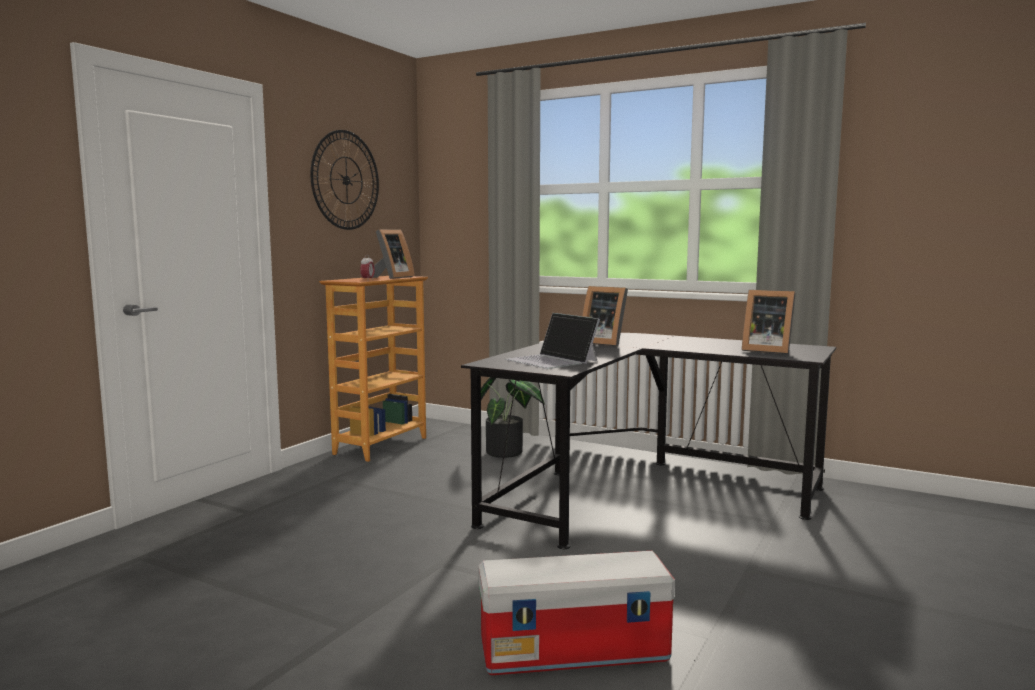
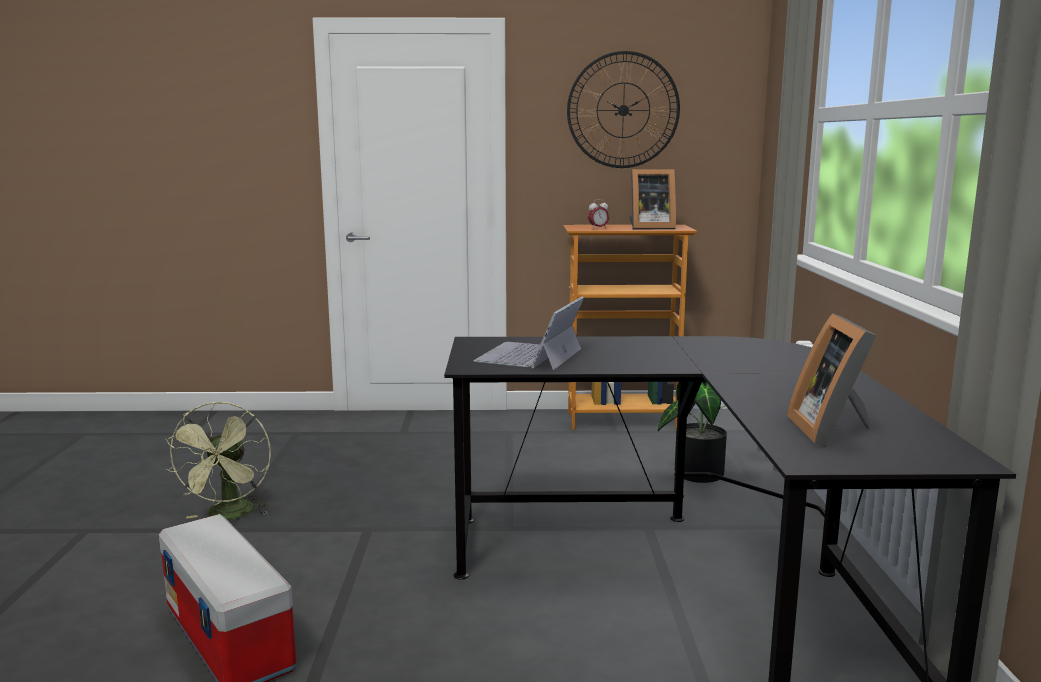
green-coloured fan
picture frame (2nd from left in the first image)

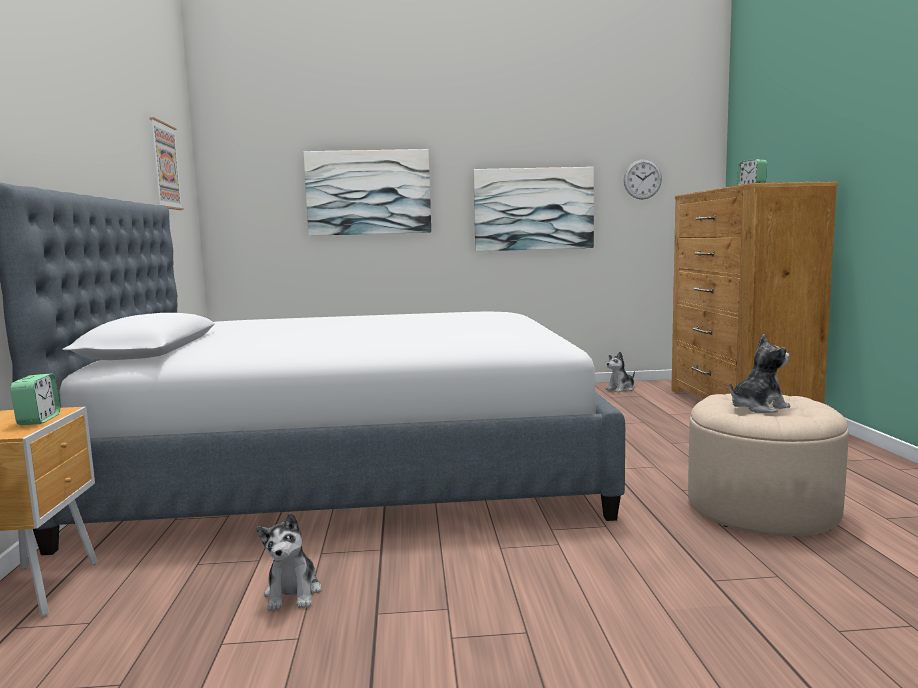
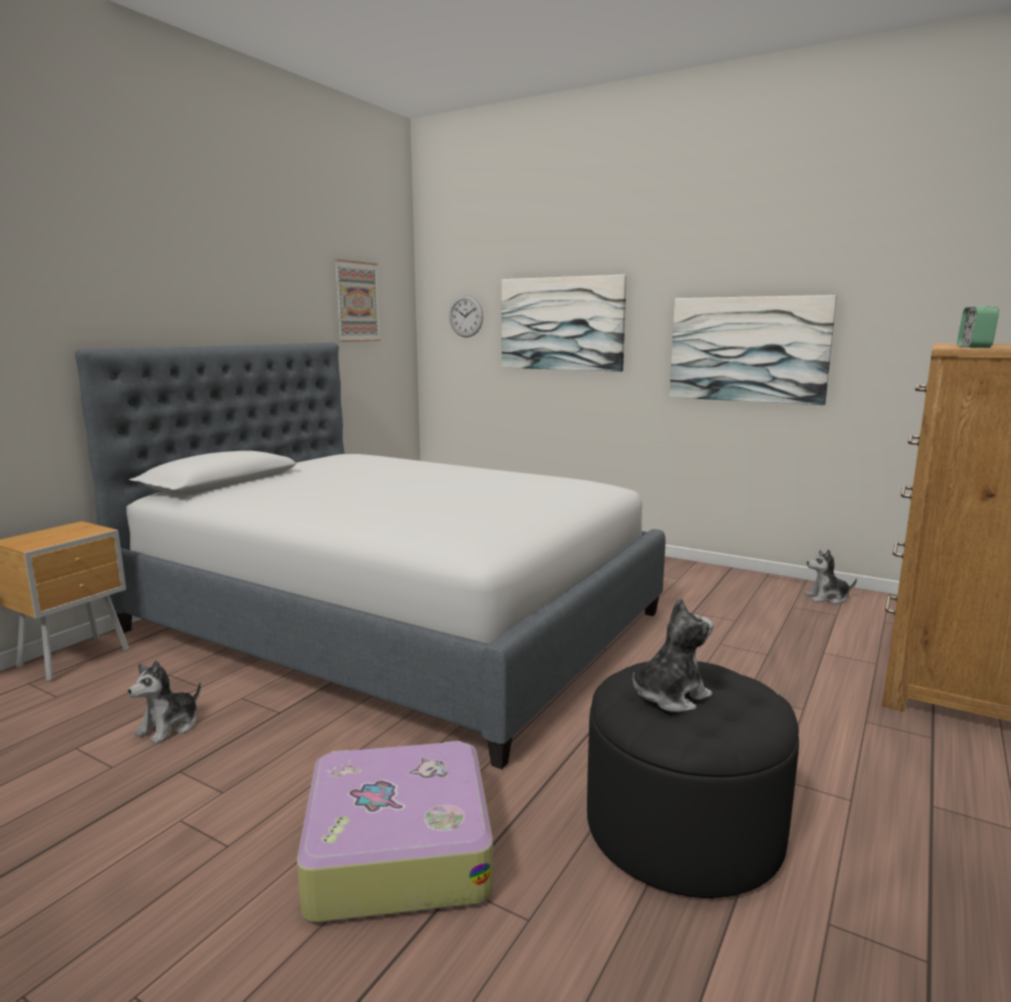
piece of luggage
hanging clock
black-coloured ottoman
cuddly toy (2nd from left)
table clock (1st from left in the first image)

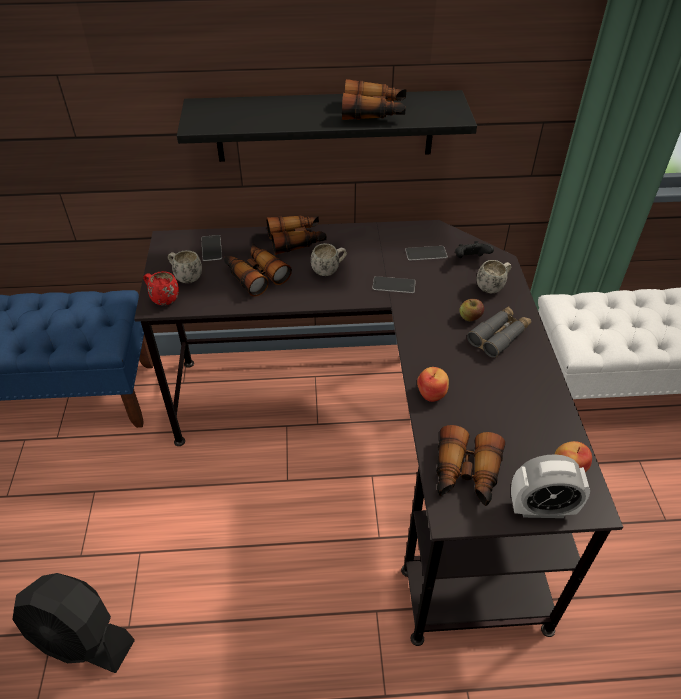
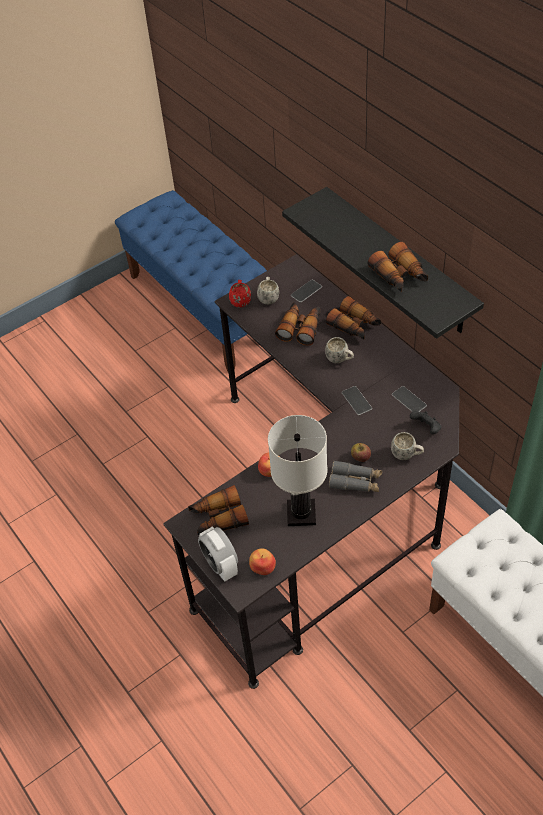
white tabletop lamp
black-coloured fan

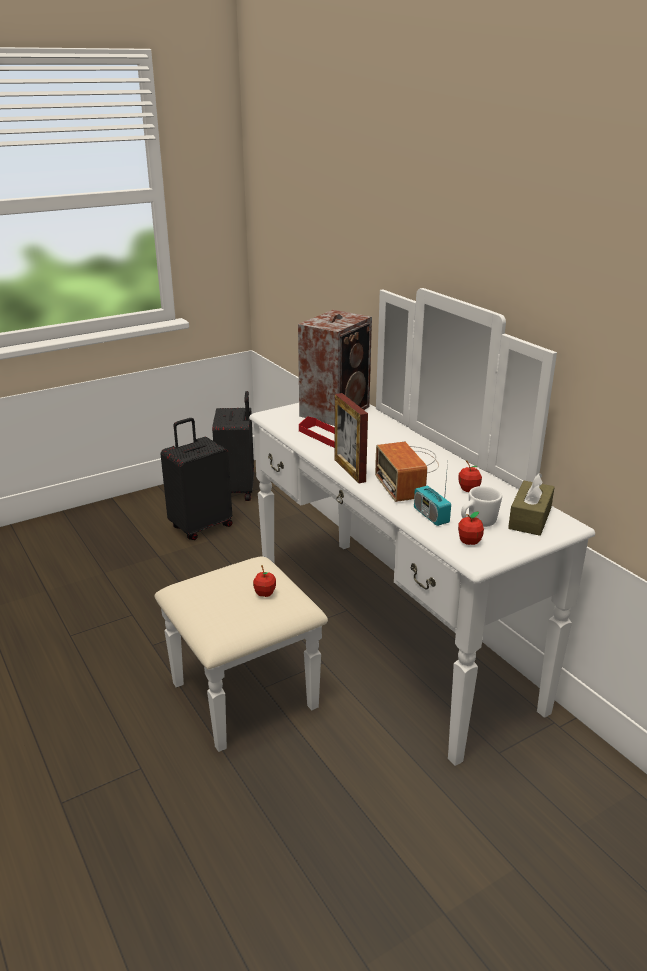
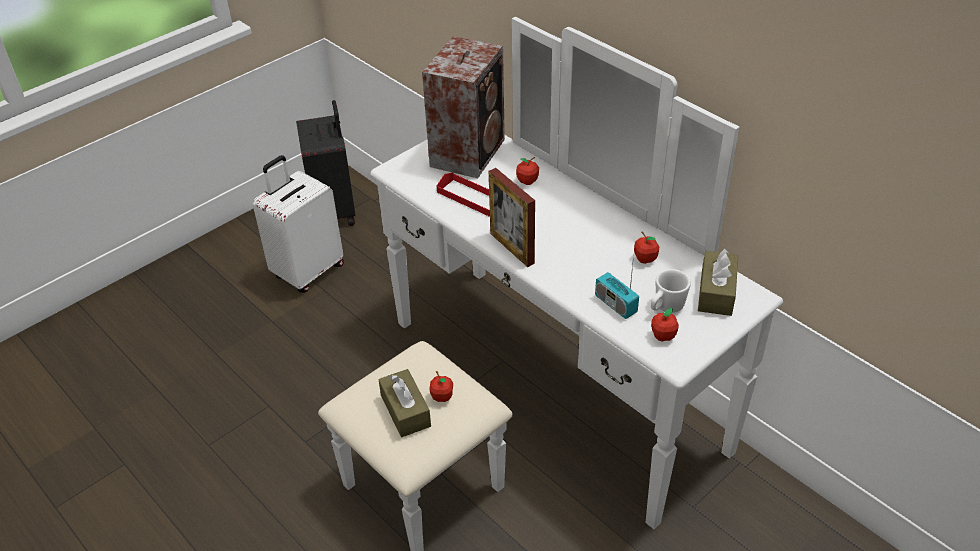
white piece of luggage
brown box of tissues (1st from left)
apple fruit (2nd from left)
radio (1st from left in the first image)

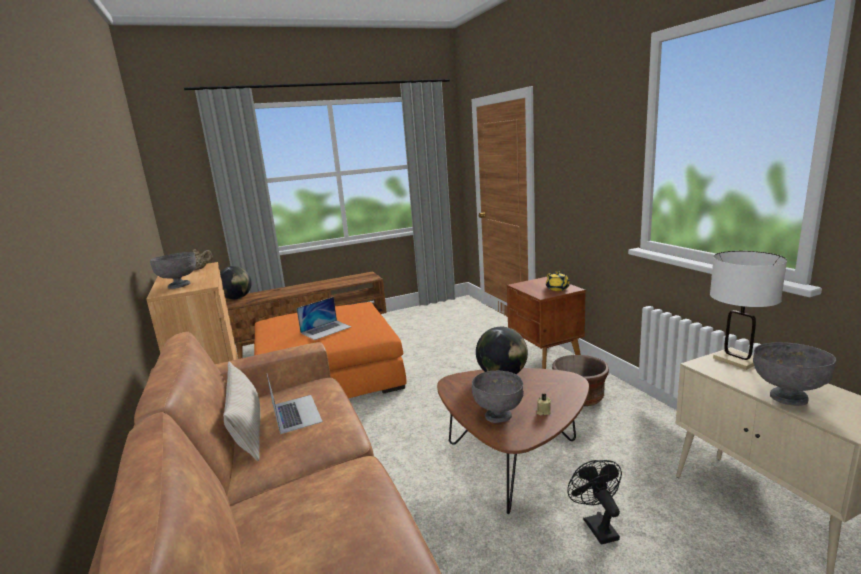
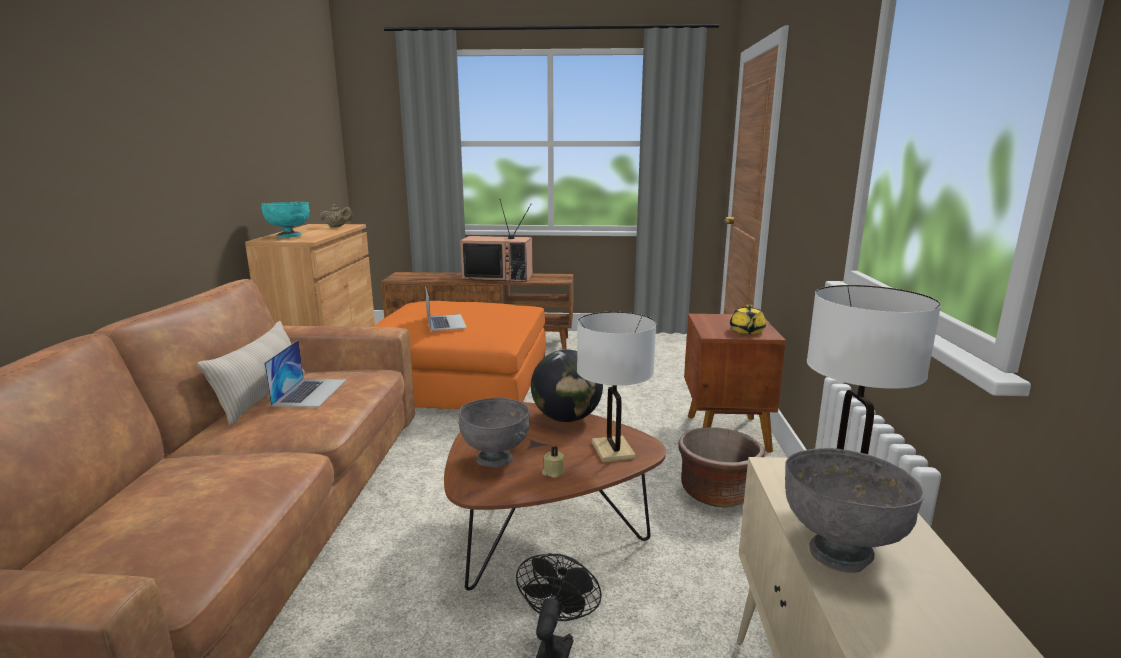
turquoise bowl
portable computer (2nd from left)
TV
white tabletop lamp (1st from left)
world globe (1st from left in the first image)

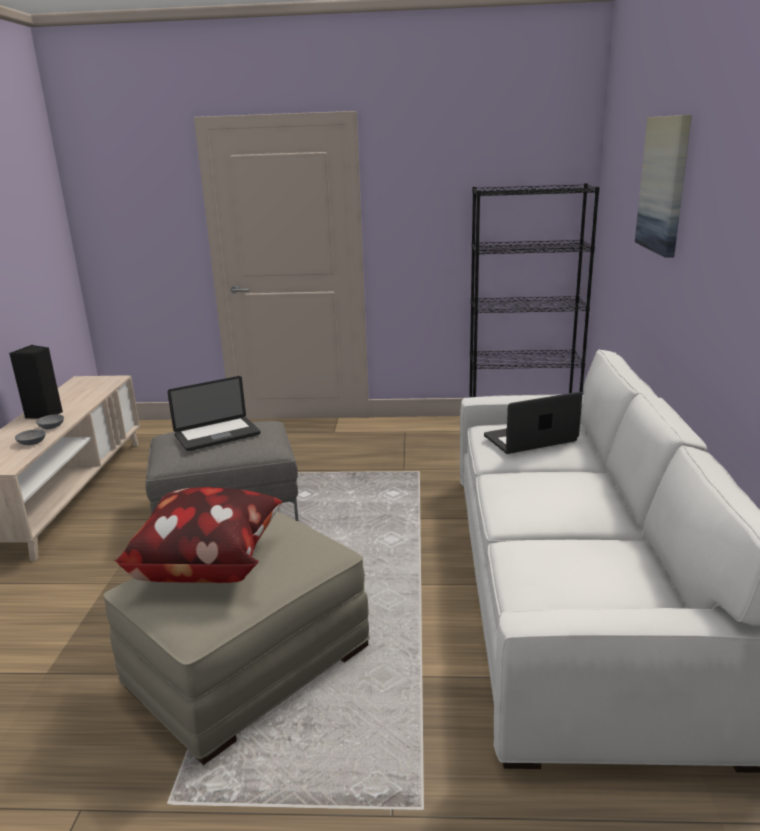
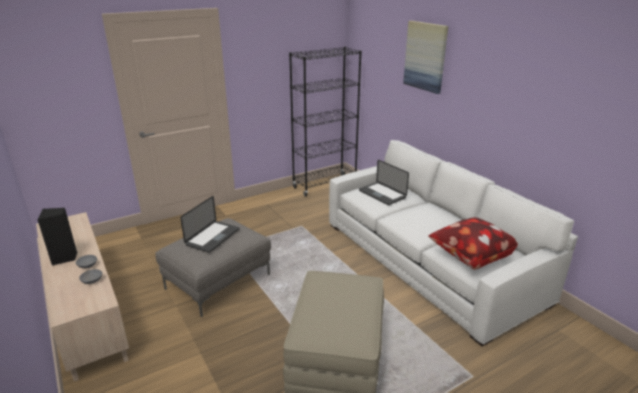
portable computer (2nd from left)
throw pillow

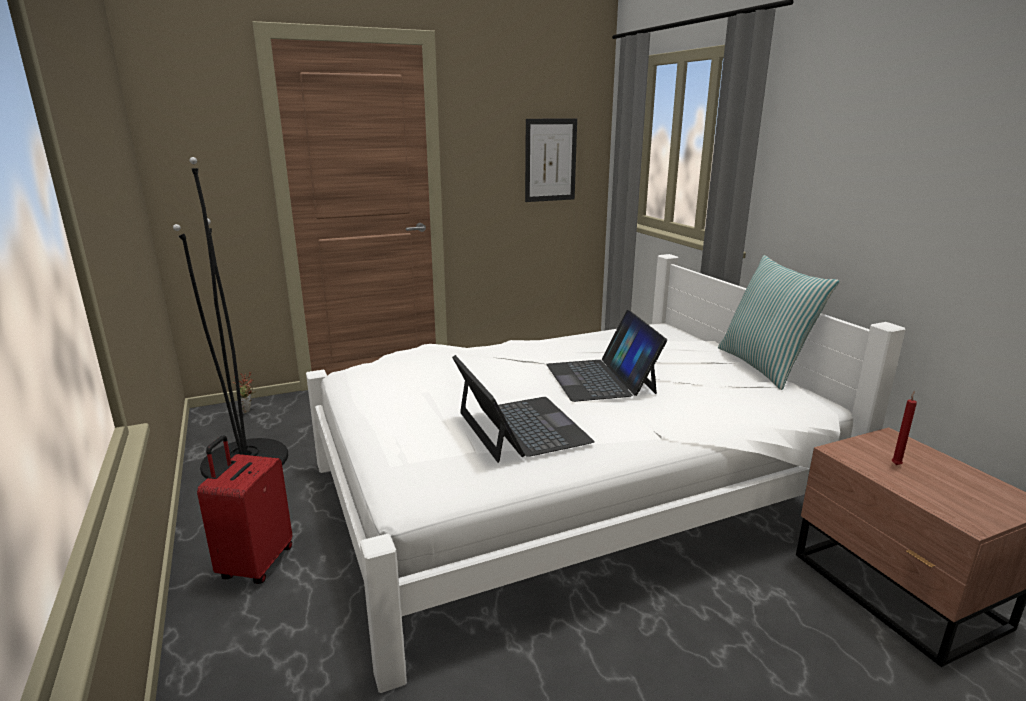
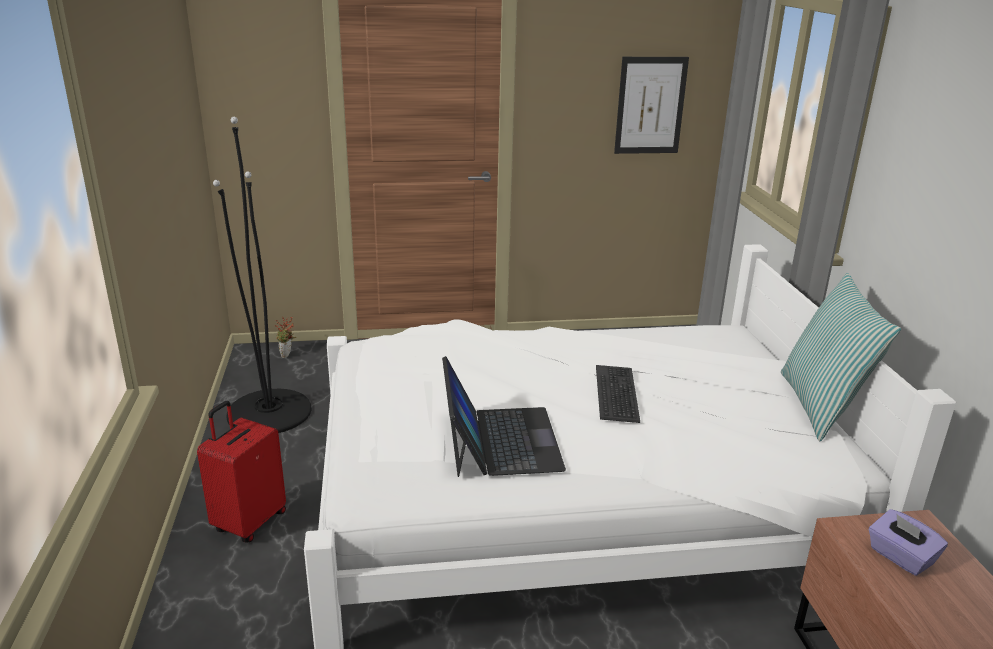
keyboard
purple box of tissues

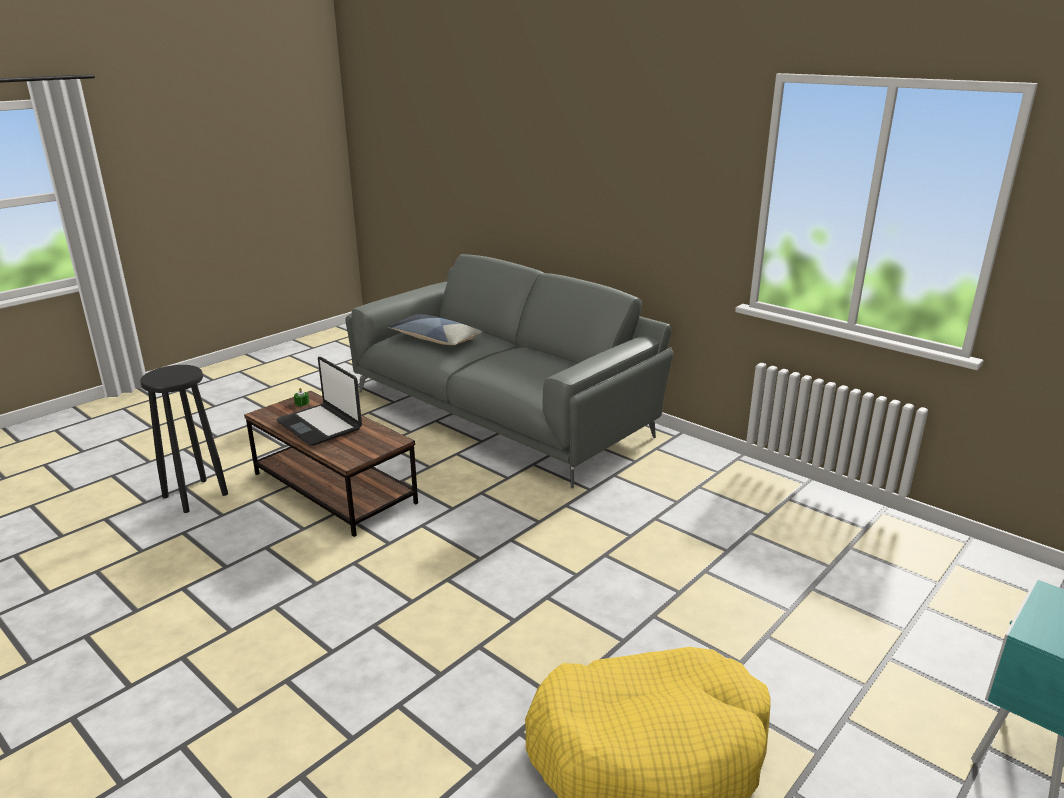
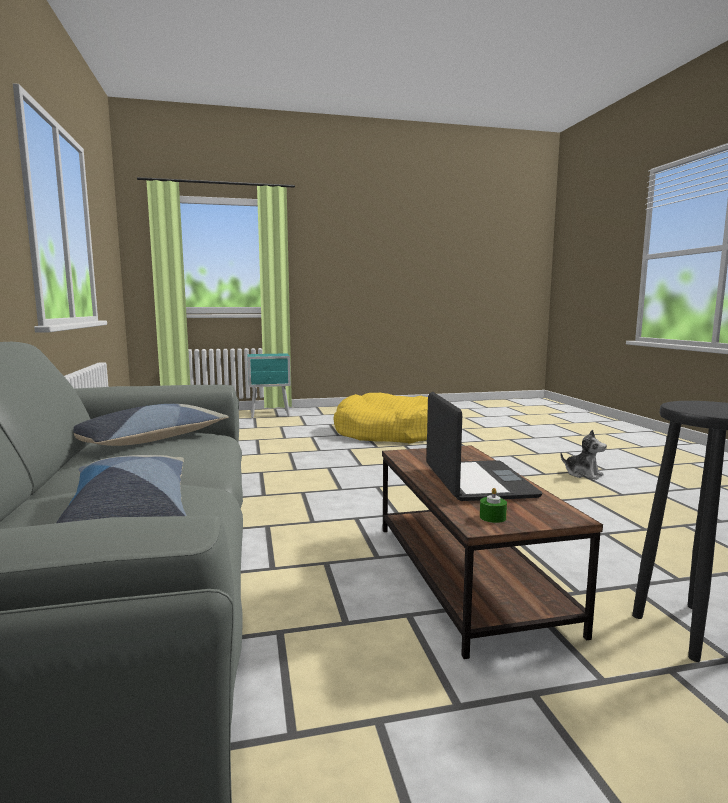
throw pillow (2nd from left)
cuddly toy

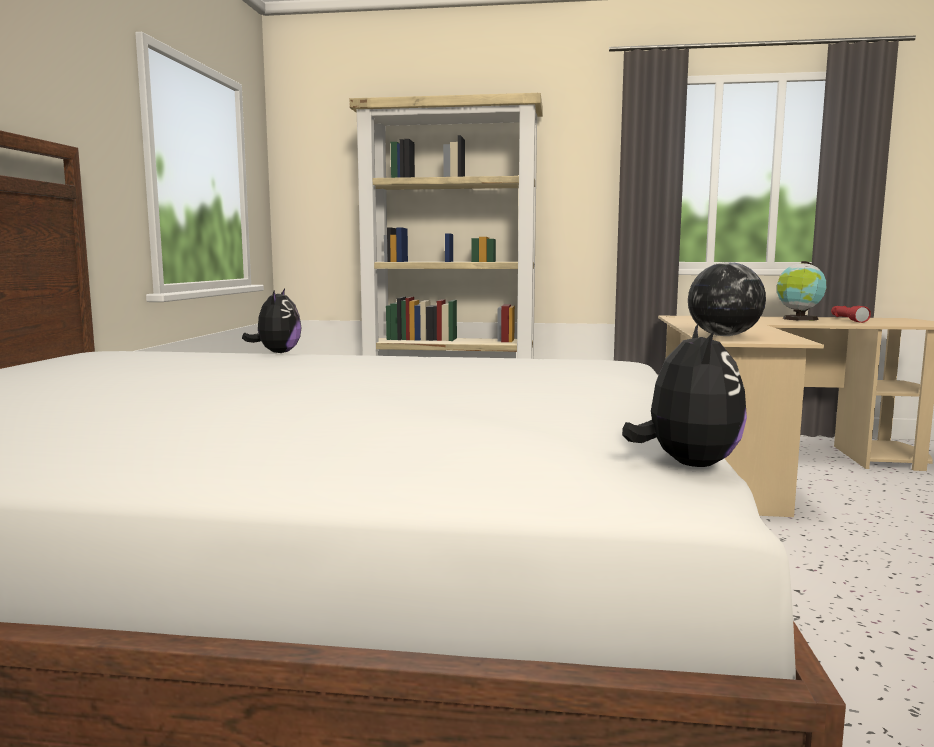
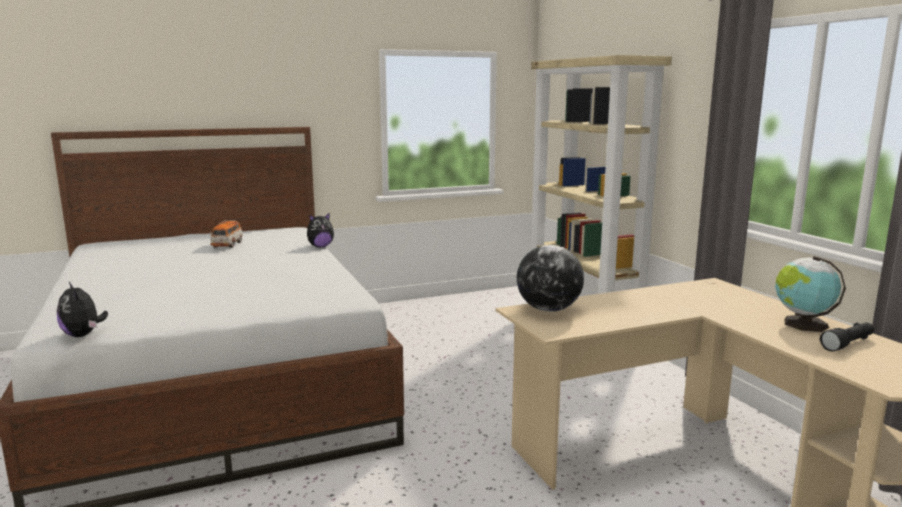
cuddly toy (1st from left)
miniature car
black-coloured hand torch

